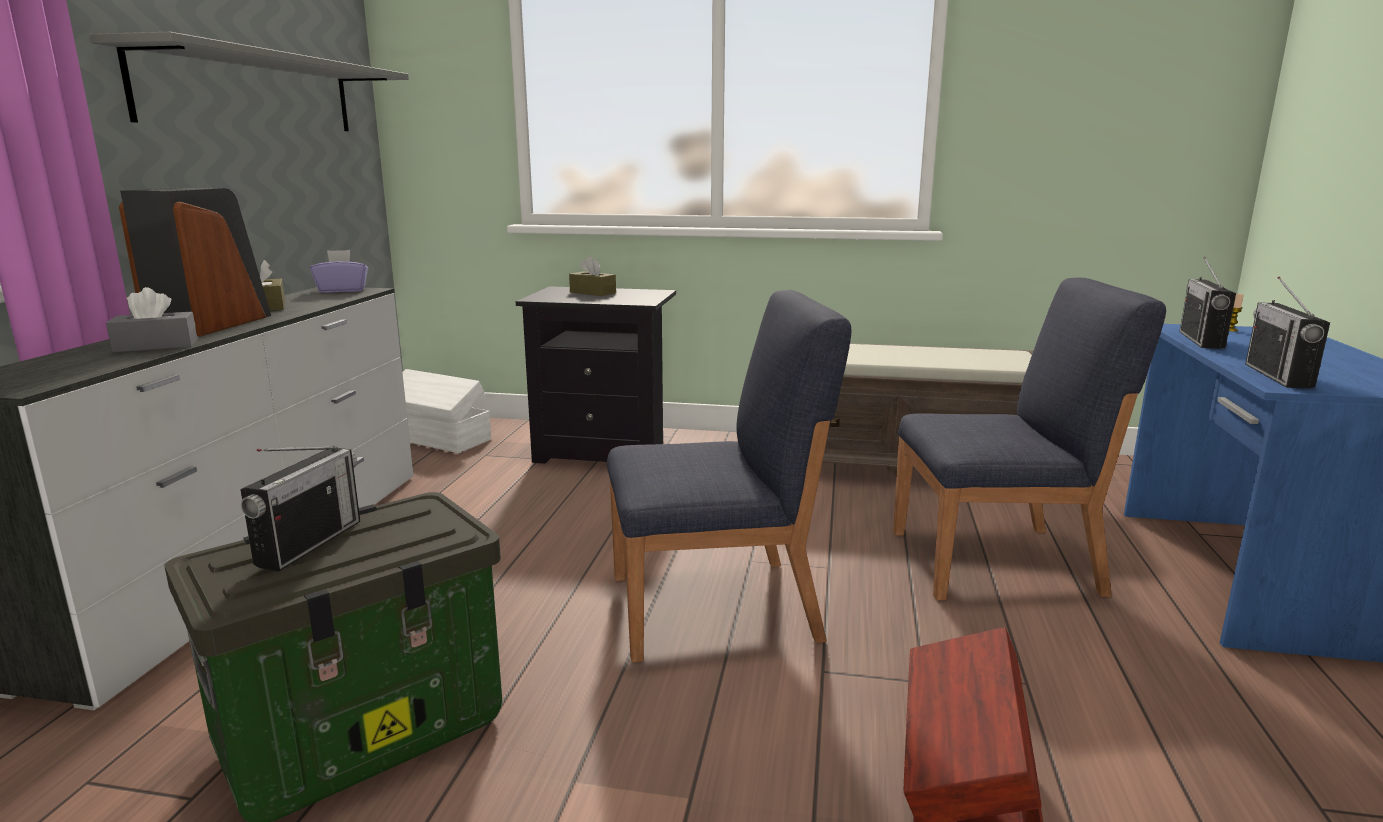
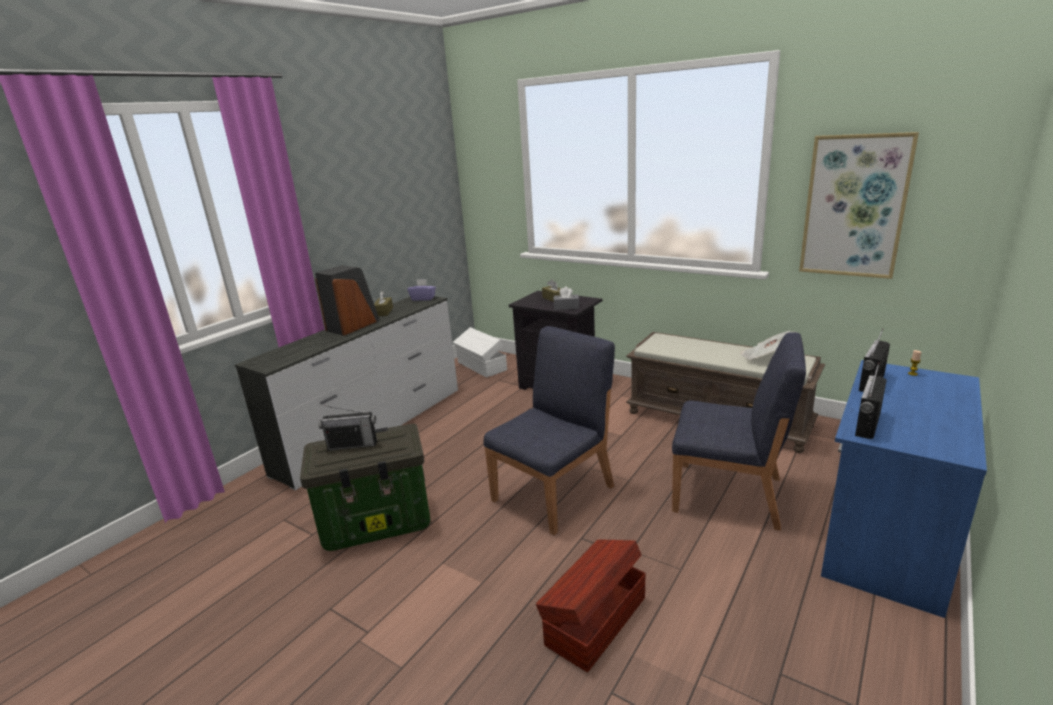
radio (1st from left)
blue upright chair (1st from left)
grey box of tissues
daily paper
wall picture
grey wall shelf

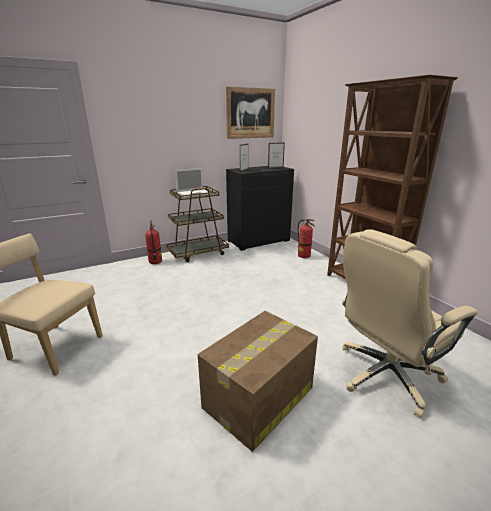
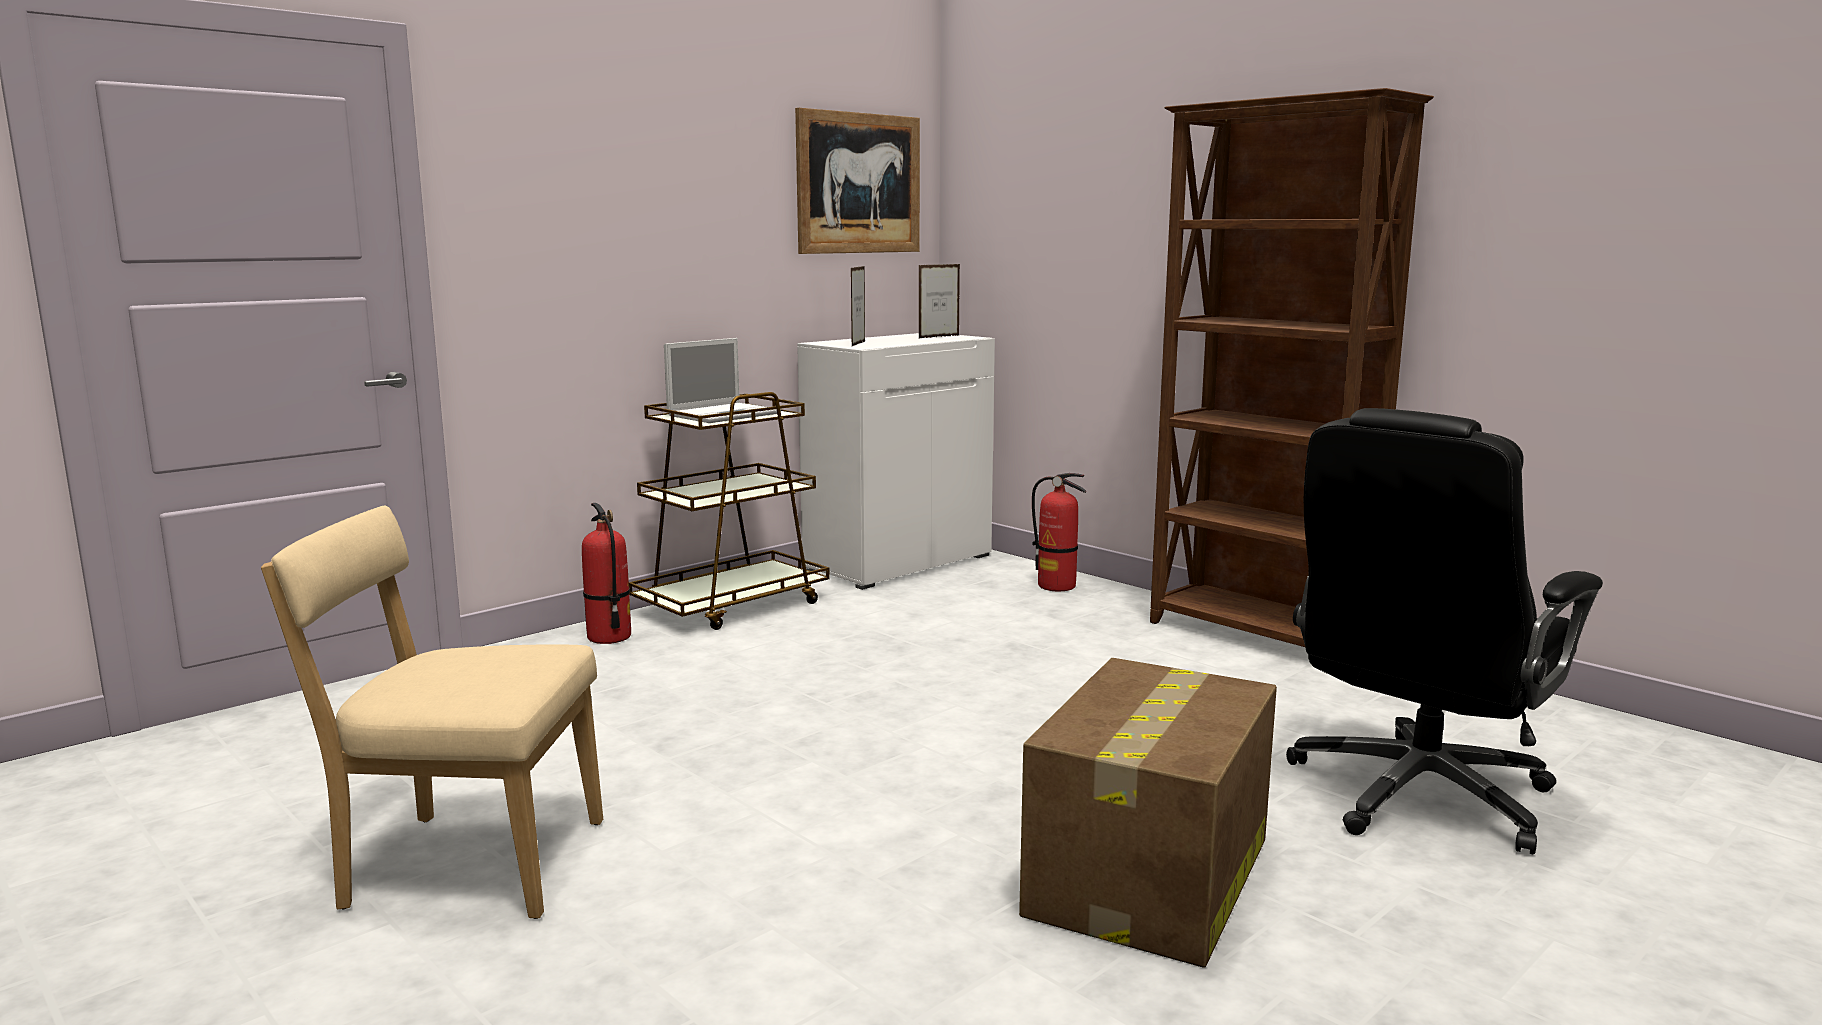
white cabinet
black-coloured computer chair

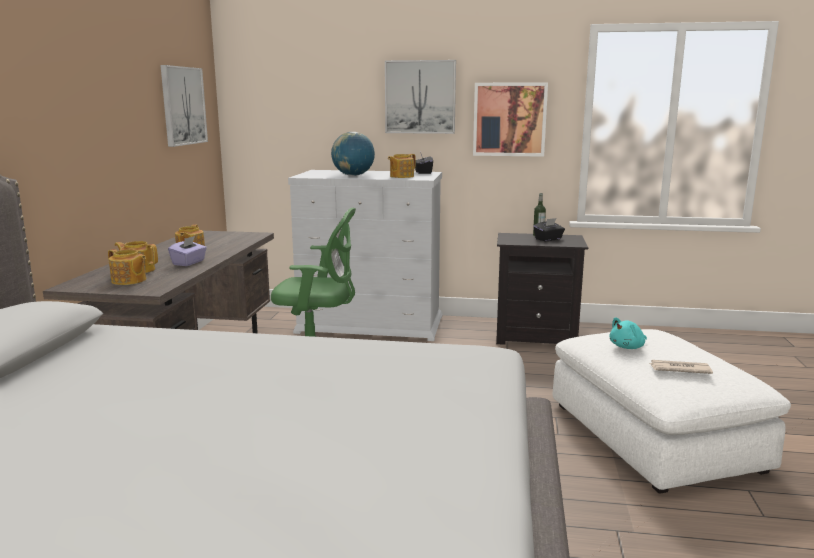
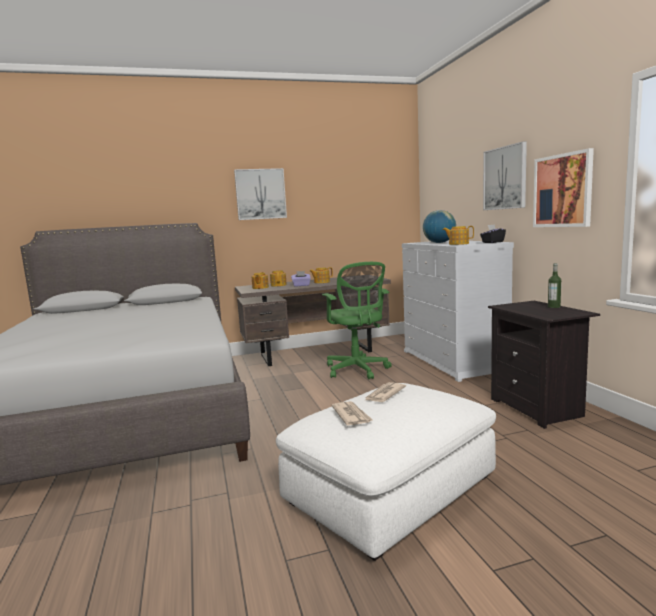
wall picture (1st from left)
daily paper (2nd from left)
black-coloured box of tissues (2nd from left in the first image)

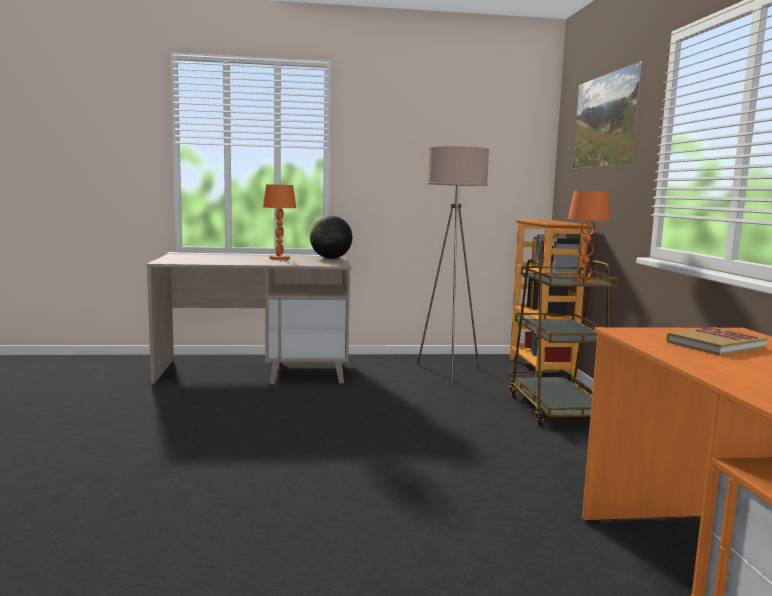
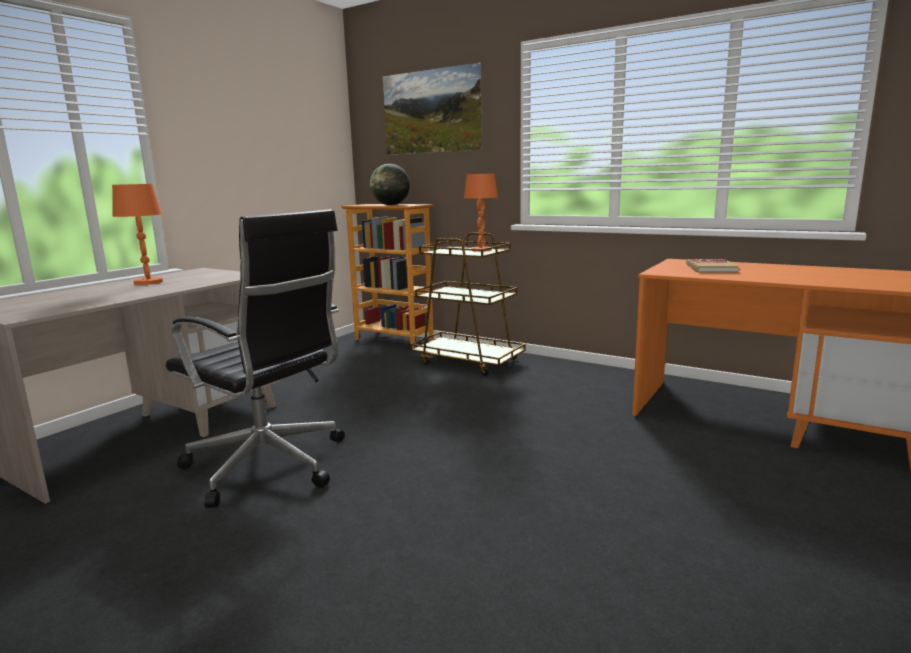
black-coloured computer chair
world globe
beige-coloured floor lamp

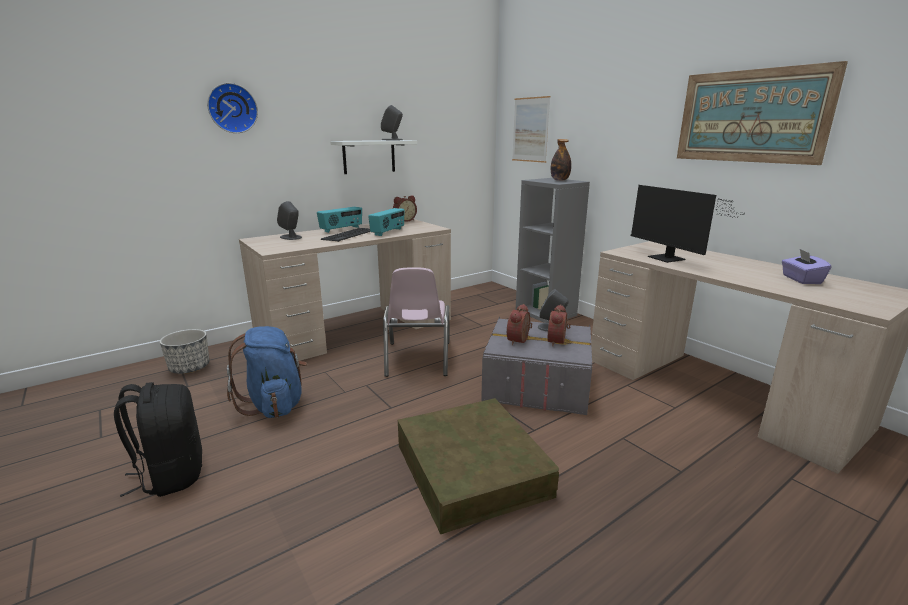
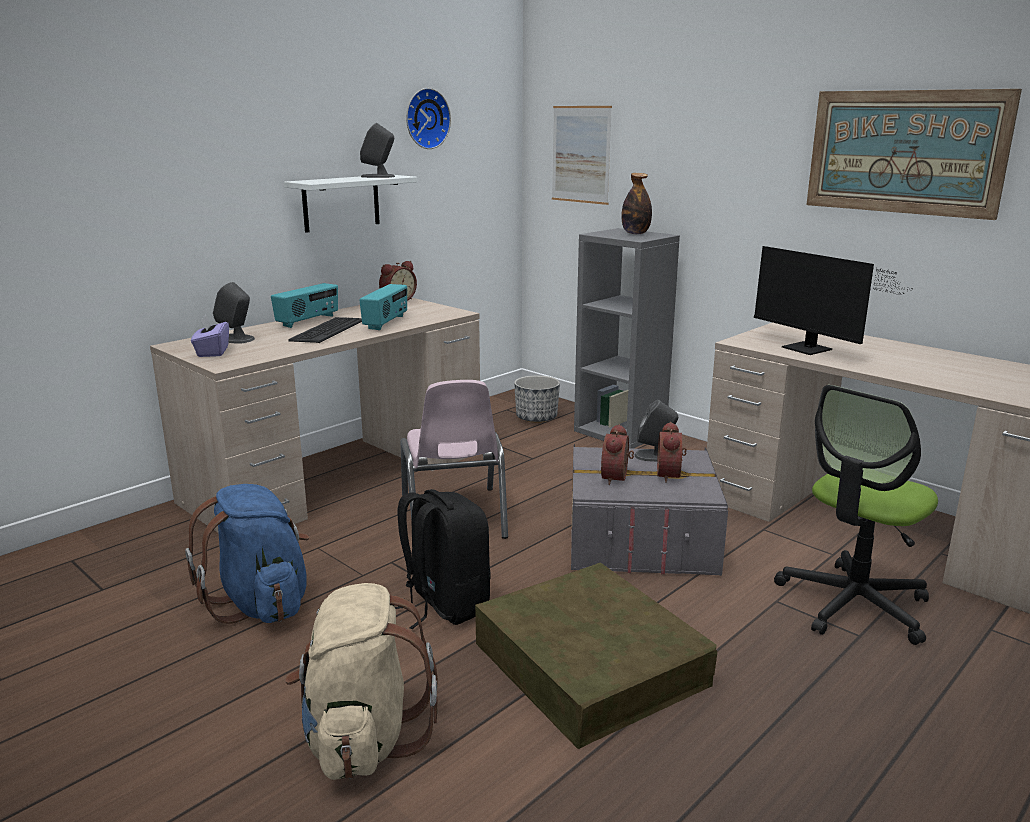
purple box of tissues
beige-coloured backpack
black-coloured backpack
hanging clock
flower pot
computer chair

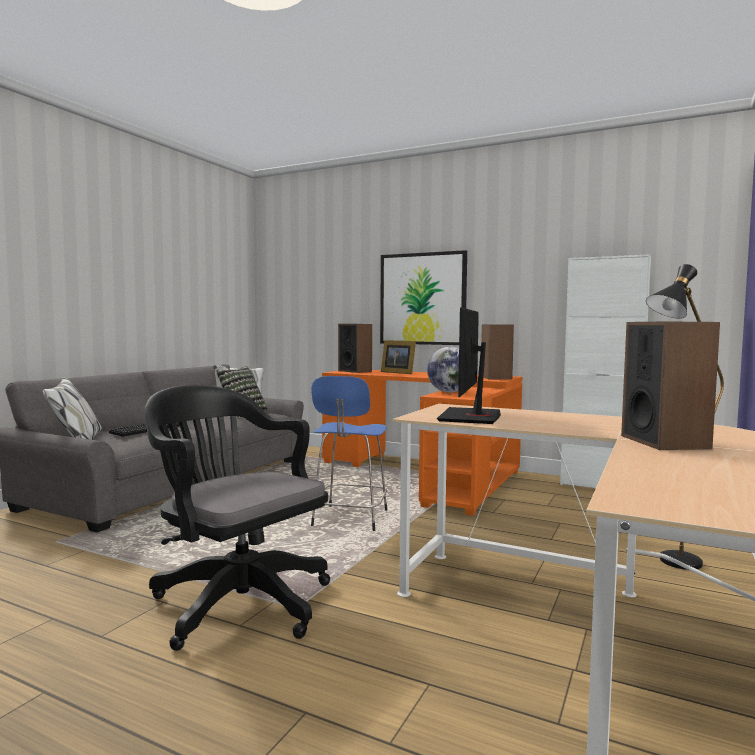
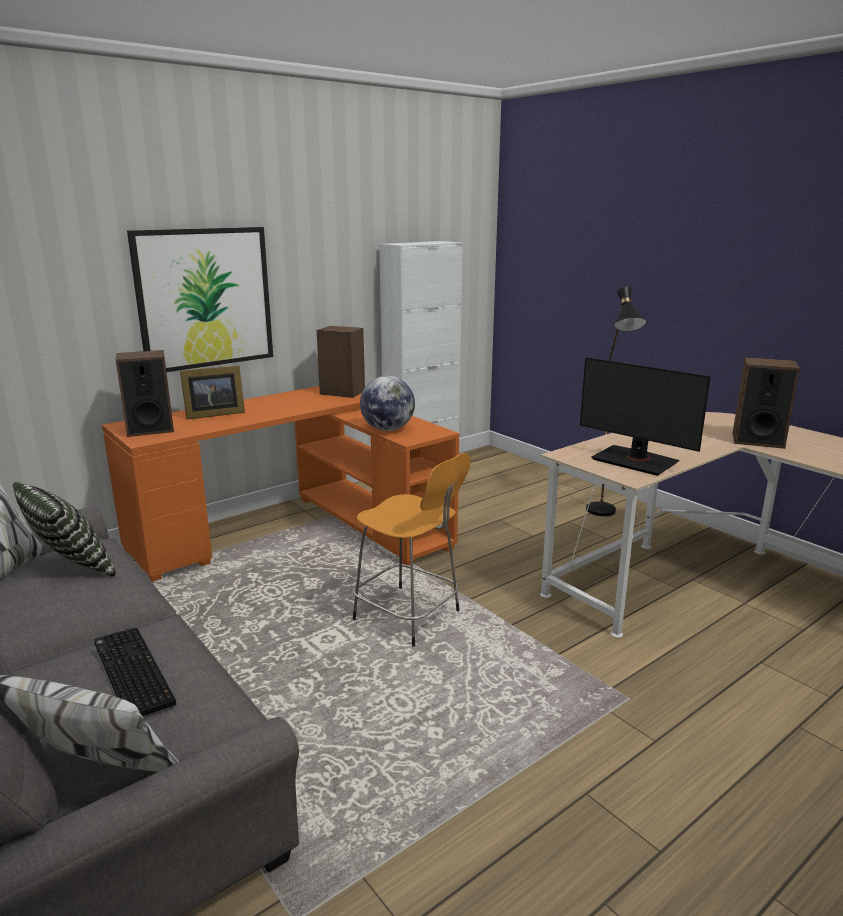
orangey stool
black-coloured computer chair

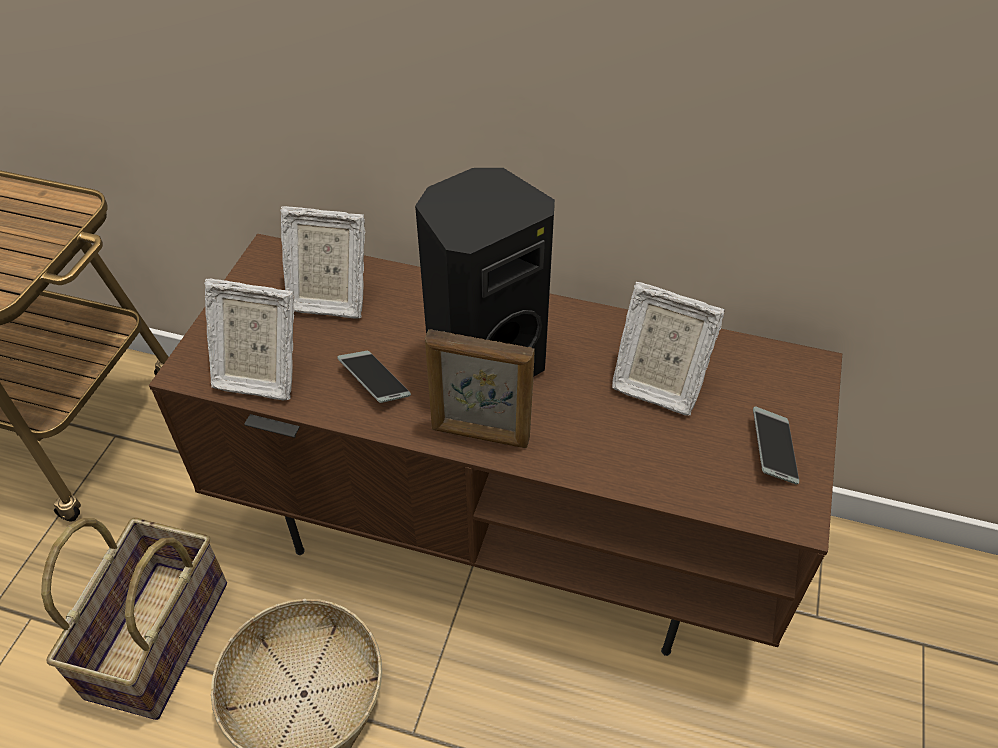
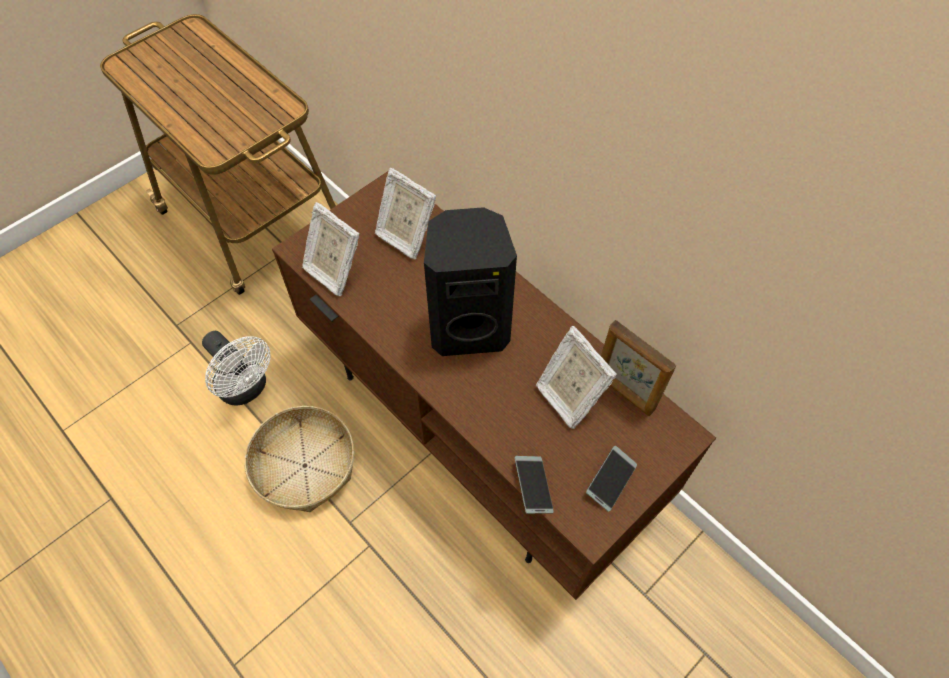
white fan
phone (1st from left)
picture frame (4th from left)

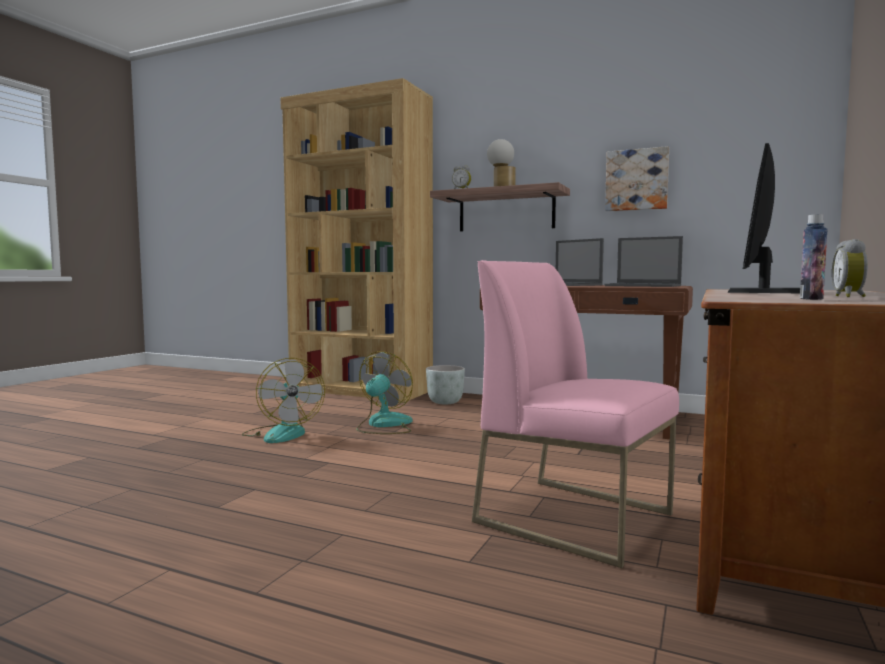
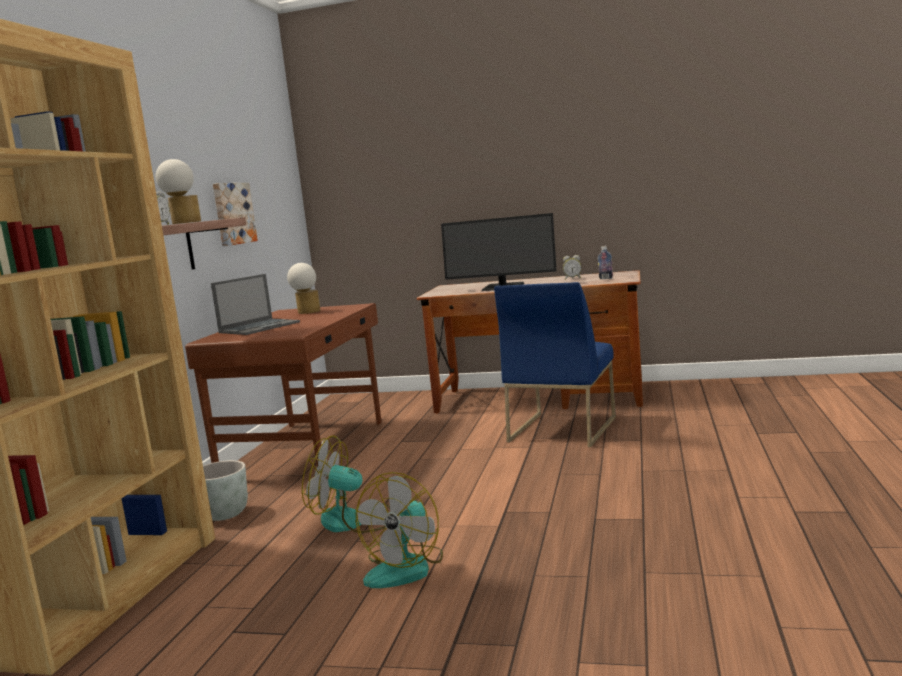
tabletop lamp (2nd from left)
fan (2nd from left)
blue upright chair

